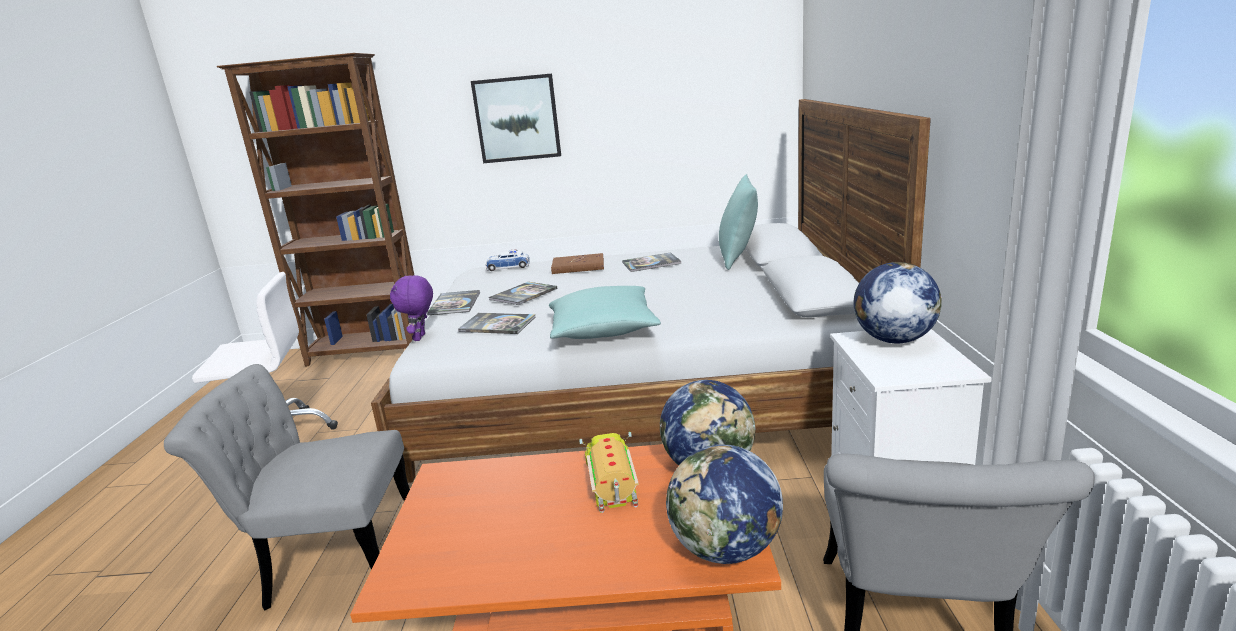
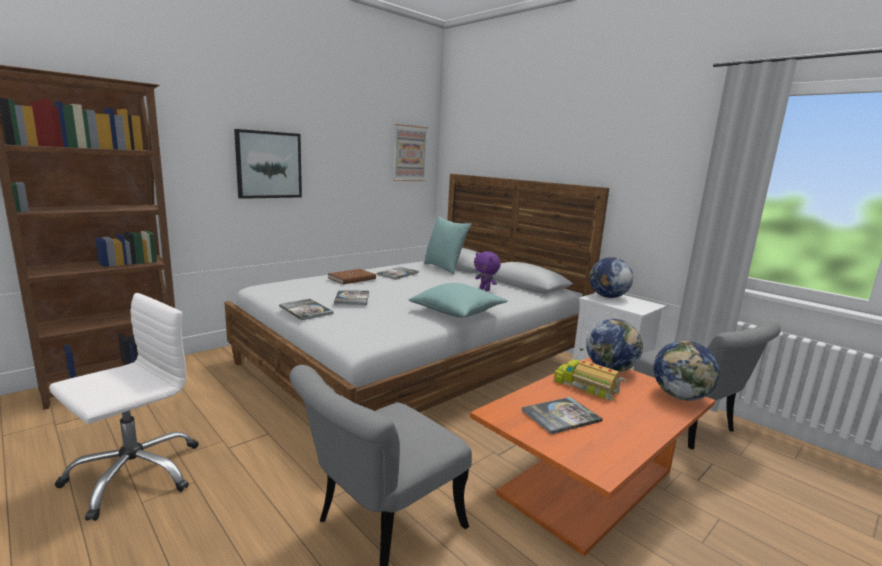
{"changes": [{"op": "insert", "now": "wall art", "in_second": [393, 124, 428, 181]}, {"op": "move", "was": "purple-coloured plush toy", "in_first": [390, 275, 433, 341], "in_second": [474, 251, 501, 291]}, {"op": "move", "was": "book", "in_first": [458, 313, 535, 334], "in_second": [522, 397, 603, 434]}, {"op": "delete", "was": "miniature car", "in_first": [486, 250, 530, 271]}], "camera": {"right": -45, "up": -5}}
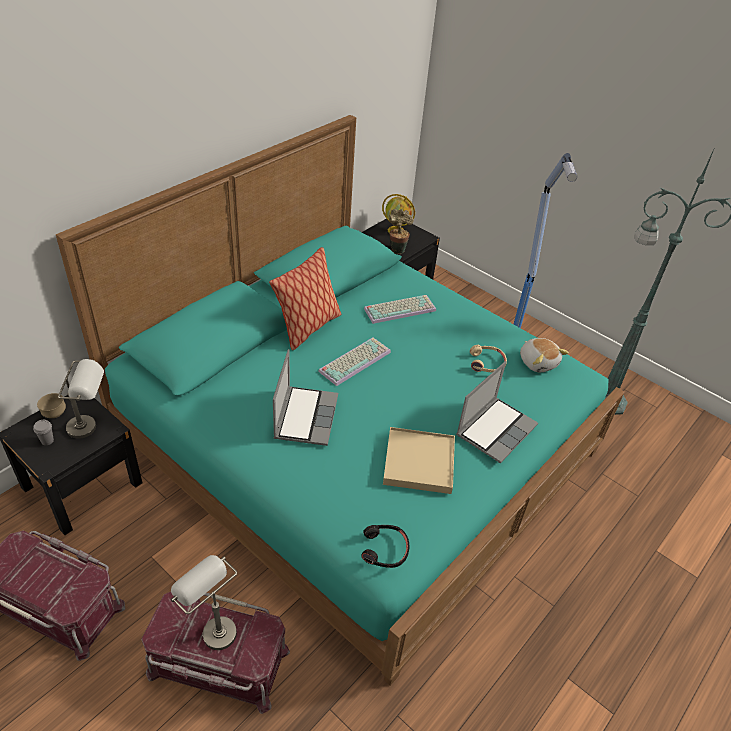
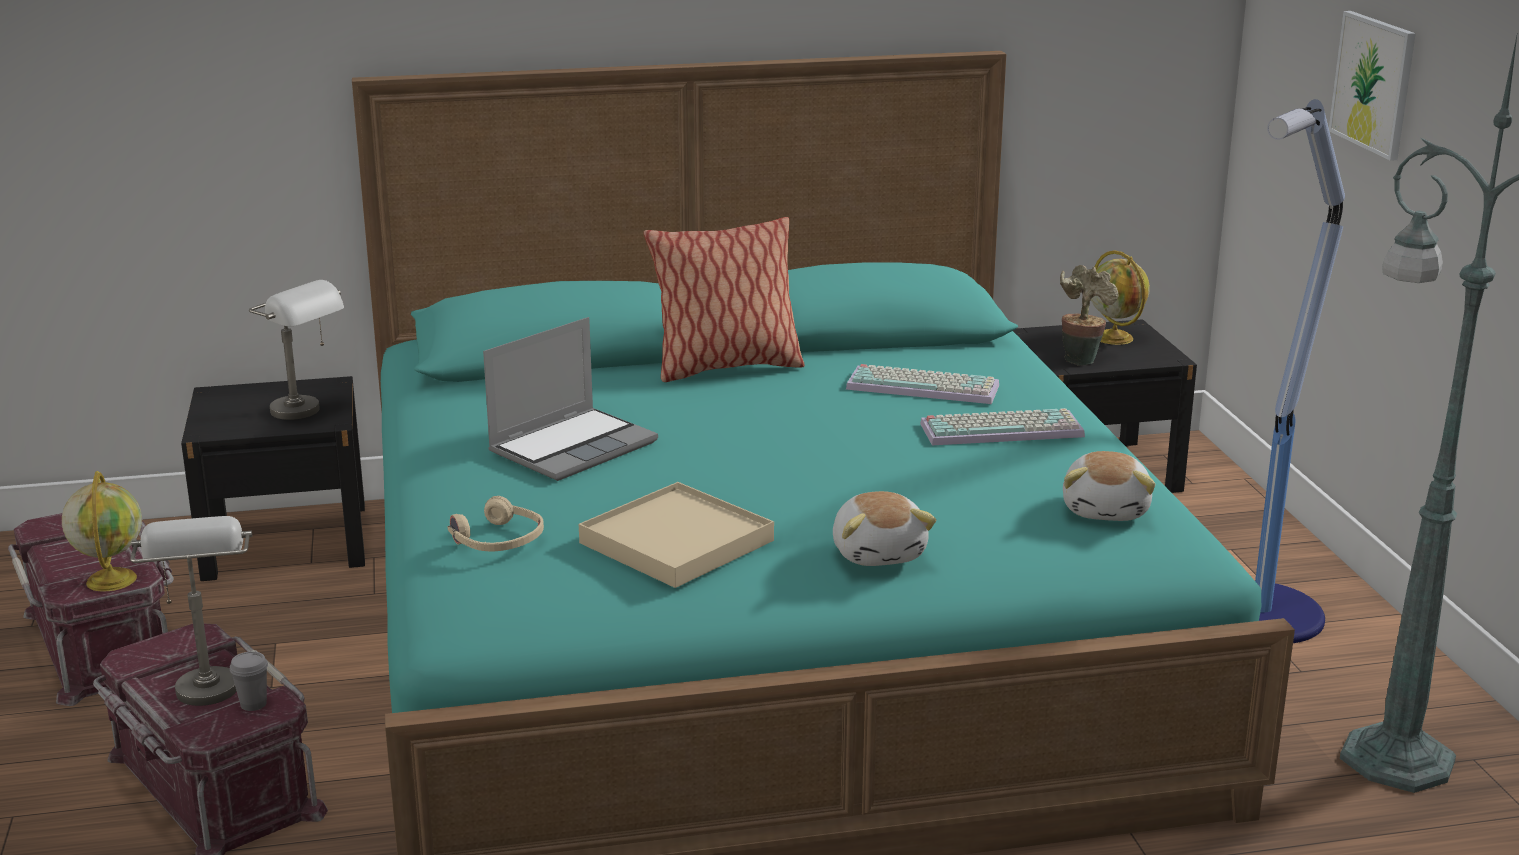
{"changes": [{"op": "insert", "now": "desk globe", "in_second": [62, 471, 142, 592]}, {"op": "move", "was": "grey drinking cup", "in_first": [33, 420, 54, 445], "in_second": [230, 651, 268, 711]}, {"op": "move", "was": "beige headset", "in_first": [470, 345, 507, 373], "in_second": [448, 496, 544, 551]}, {"op": "replace", "was": "notebook computer", "now": "plush toy", "in_first": [456, 361, 538, 463], "in_second": [833, 491, 936, 566]}, {"op": "move", "was": "computer keyboard", "in_first": [318, 338, 391, 386], "in_second": [920, 408, 1085, 445]}, {"op": "insert", "now": "wall art", "in_second": [1329, 11, 1416, 161]}, {"op": "delete", "was": "brown-coloured serving bowl", "in_first": [37, 393, 66, 418]}, {"op": "delete", "was": "black headset", "in_first": [361, 525, 410, 568]}], "camera": {"right": 40, "up": -20}}
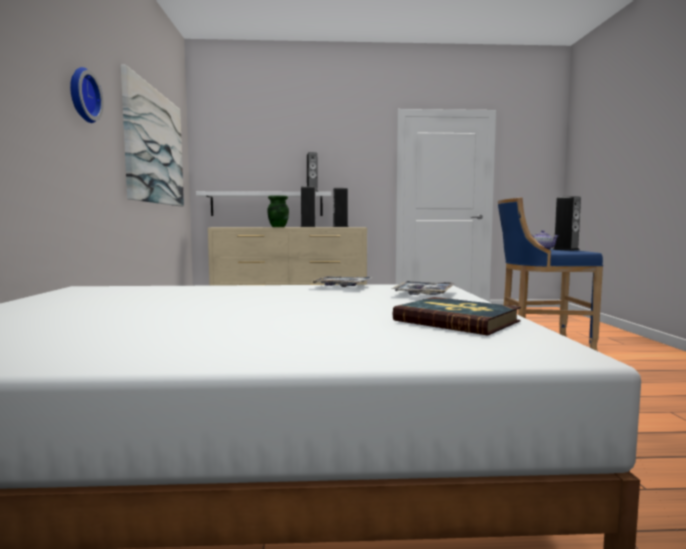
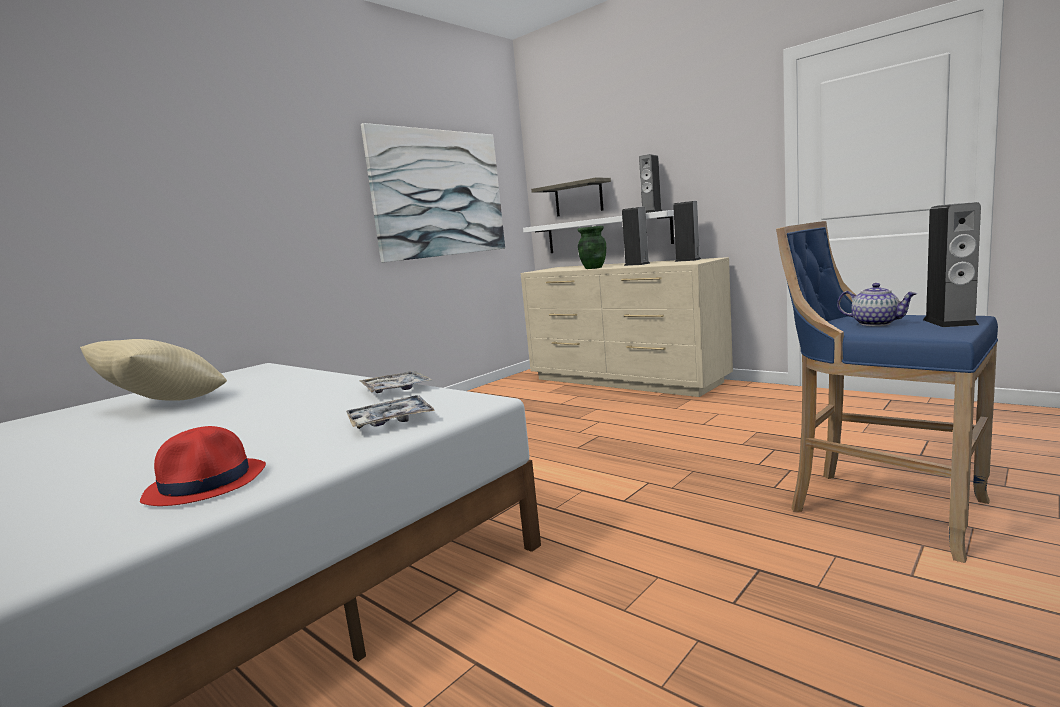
{"changes": [{"op": "insert", "now": "beige pillow", "in_second": [80, 339, 227, 401]}, {"op": "replace", "was": "book", "now": "reddish clothing hat", "in_first": [392, 297, 521, 336], "in_second": [140, 426, 266, 506]}, {"op": "insert", "now": "wall shelf", "in_second": [531, 178, 611, 216]}, {"op": "delete", "was": "hanging clock", "in_first": [70, 67, 104, 123]}], "camera": {"right": 45, "up": 5}}
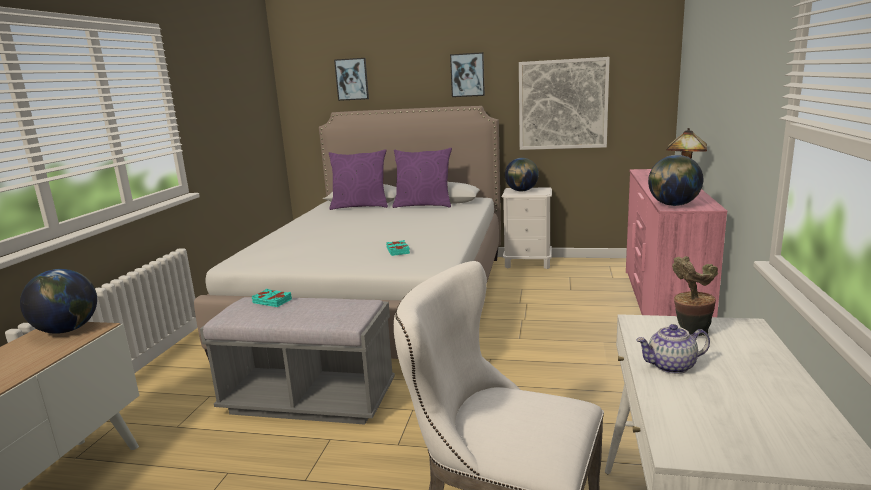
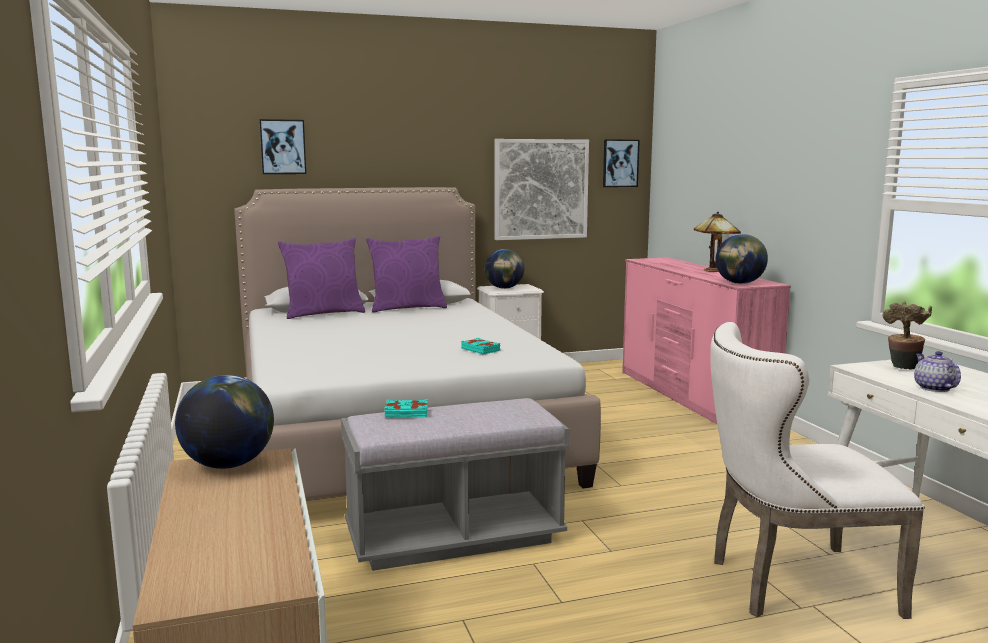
{"changes": [{"op": "move", "was": "wall art", "in_first": [450, 52, 485, 97], "in_second": [603, 139, 640, 187]}, {"op": "rotate", "was": "pot for tea", "in_first": [636, 324, 710, 374], "in_second": [914, 351, 961, 392], "clockwise": 120}], "camera": {"right": -30, "up": -5}}
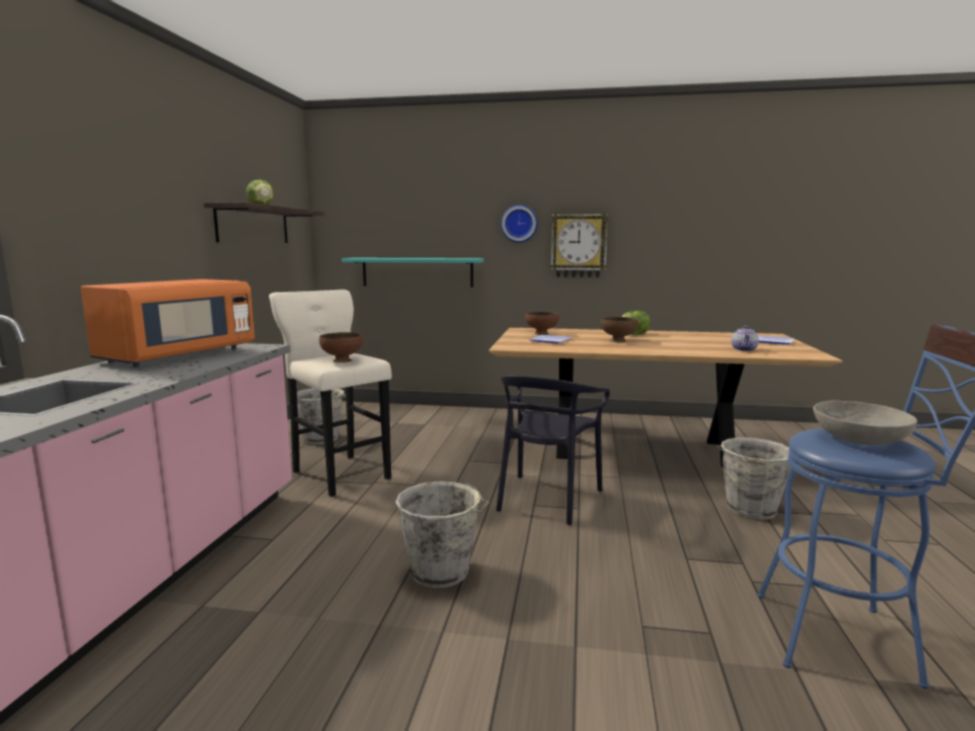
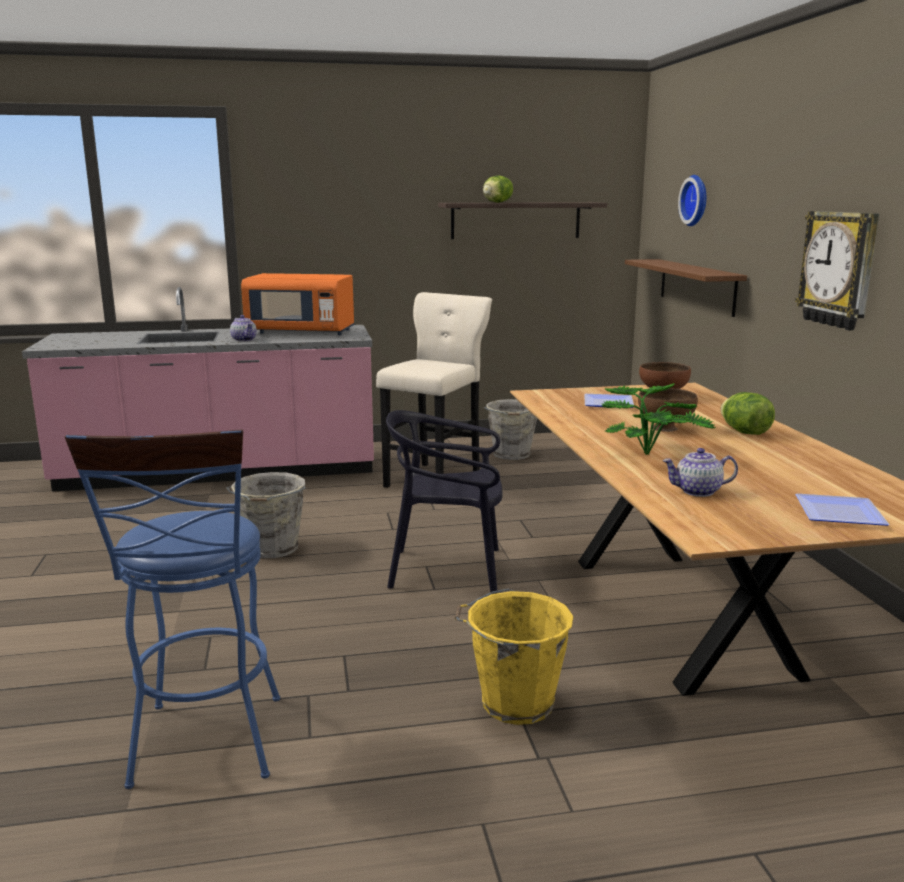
{"changes": [{"op": "insert", "now": "pot for tea", "in_second": [230, 315, 257, 341]}, {"op": "recolor", "was": "grey water bucket", "now": "yellow water bucket", "in_first": [717, 437, 791, 520], "in_second": [455, 589, 573, 725]}, {"op": "insert", "now": "plant in a pot", "in_second": [601, 383, 715, 455]}, {"op": "recolor", "was": "turquoise wall shelf", "now": "brown-coloured wall shelf", "in_first": [342, 258, 484, 287], "in_second": [625, 259, 747, 317]}, {"op": "move", "was": "hanging clock", "in_first": [501, 205, 538, 243], "in_second": [678, 175, 706, 226]}, {"op": "delete", "was": "brown-coloured serving bowl", "in_first": [319, 332, 363, 363]}, {"op": "delete", "was": "grey serving bowl", "in_first": [813, 400, 917, 445]}], "camera": {"right": 70, "up": 5}}
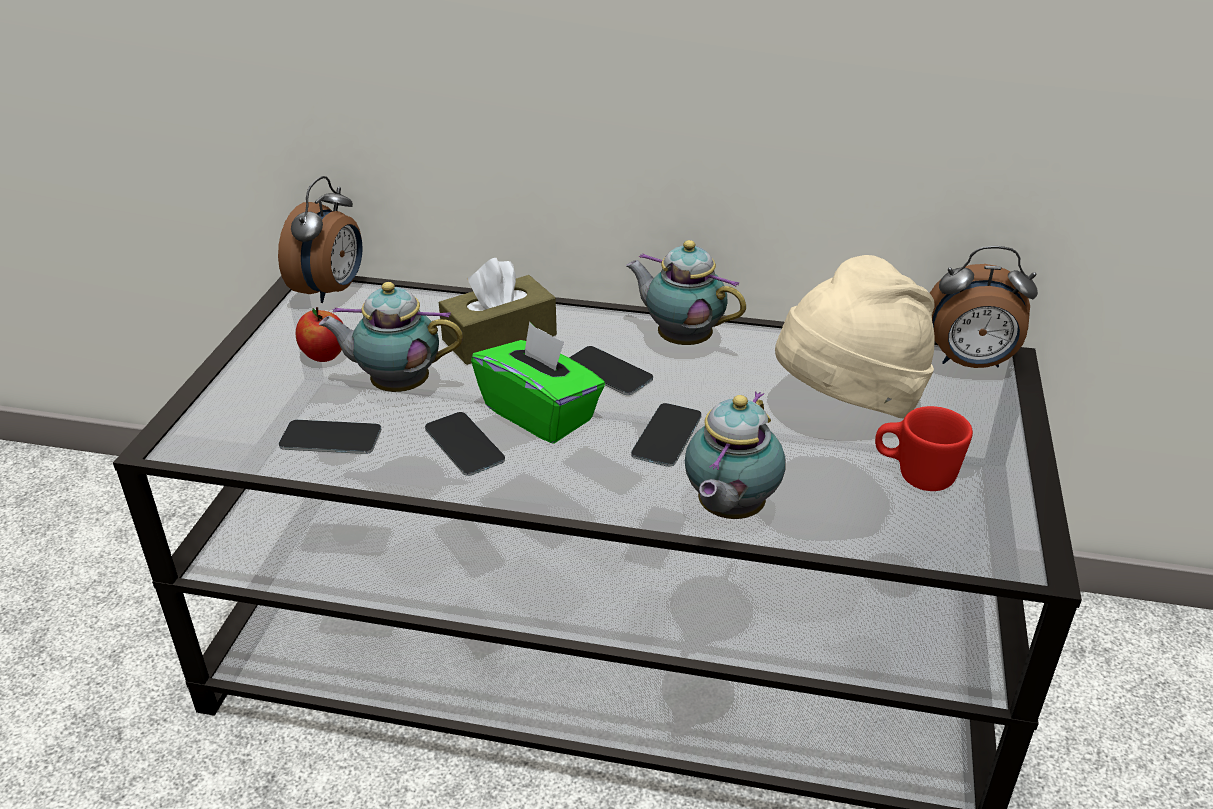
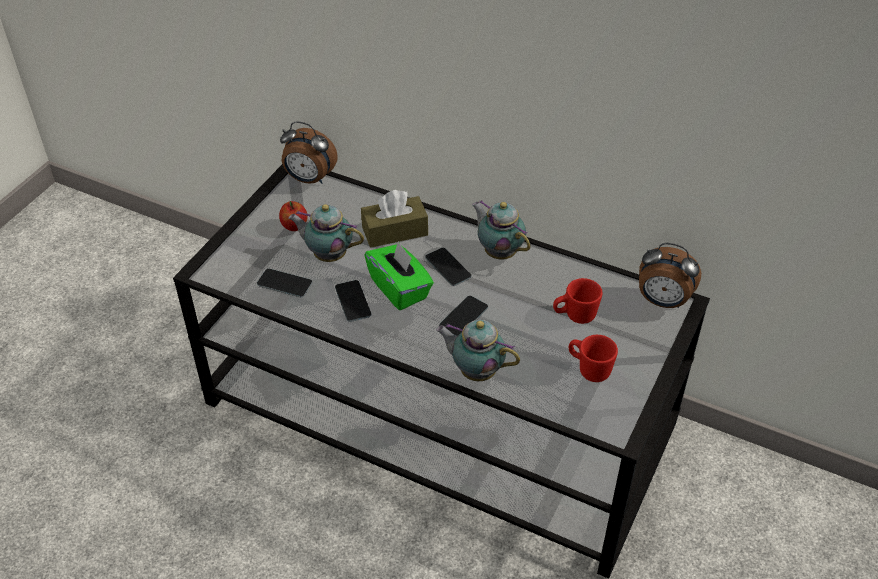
{"changes": [{"op": "rotate", "was": "alarm clock", "in_first": [278, 176, 363, 303], "in_second": [280, 121, 338, 184], "clockwise": 75}, {"op": "rotate", "was": "pot for tea", "in_first": [685, 391, 786, 519], "in_second": [436, 320, 520, 381], "clockwise": 75}, {"op": "replace", "was": "beige clothing hat", "now": "reddish tea mug", "in_first": [775, 255, 935, 418], "in_second": [553, 278, 602, 324]}], "camera": {"right": 15, "up": 10}}
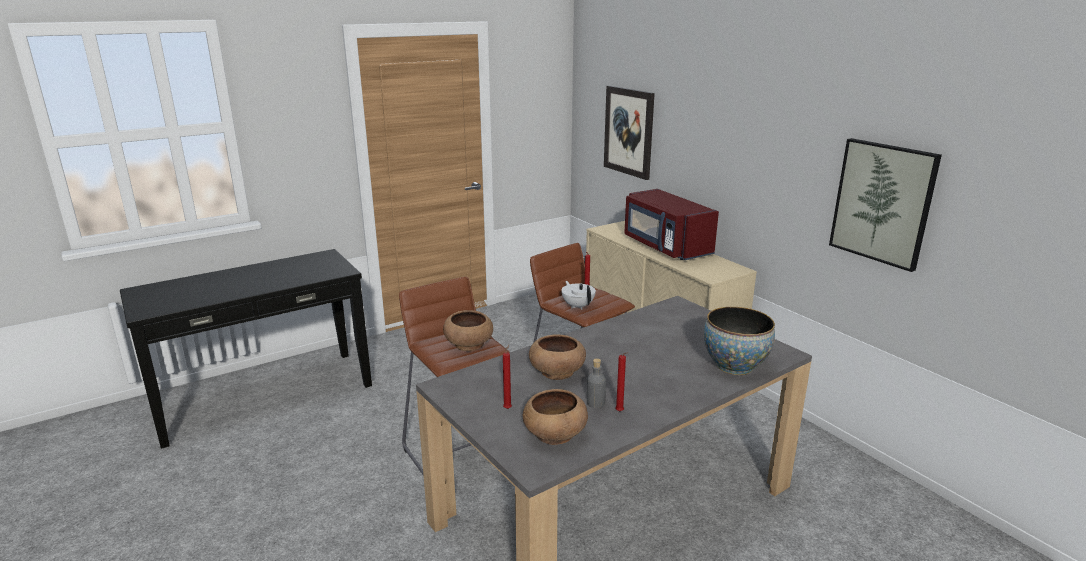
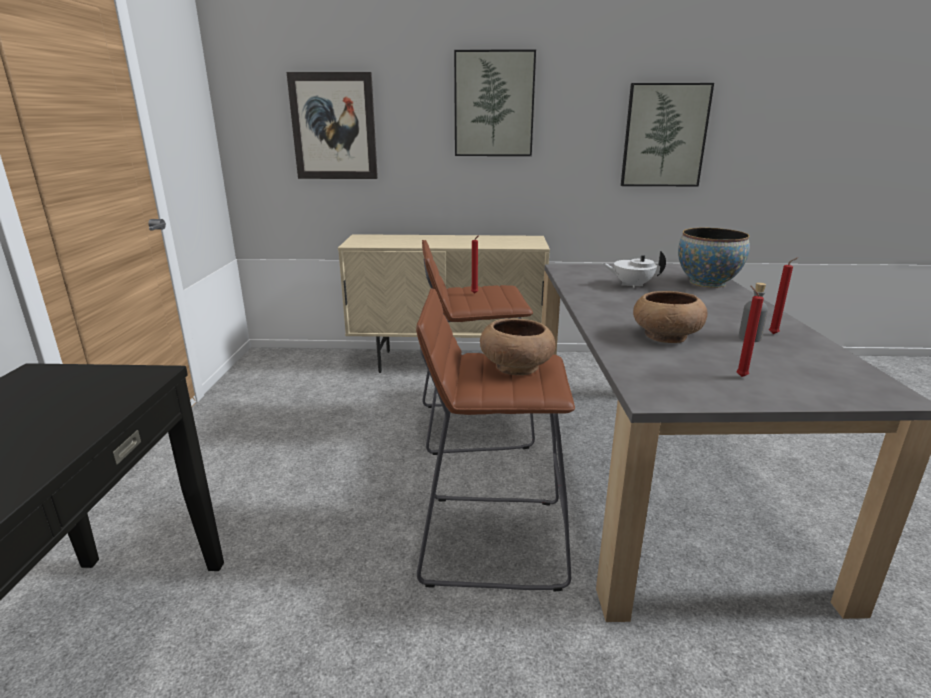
{"changes": [{"op": "insert", "now": "wall art", "in_second": [454, 49, 536, 156]}, {"op": "move", "was": "white pot for tea", "in_first": [561, 281, 596, 310], "in_second": [602, 251, 666, 288]}, {"op": "delete", "was": "brown-coloured serving bowl", "in_first": [523, 389, 588, 445]}, {"op": "delete", "was": "reddish kitchen microwave", "in_first": [624, 189, 719, 260]}], "camera": {"right": -55, "up": 0}}
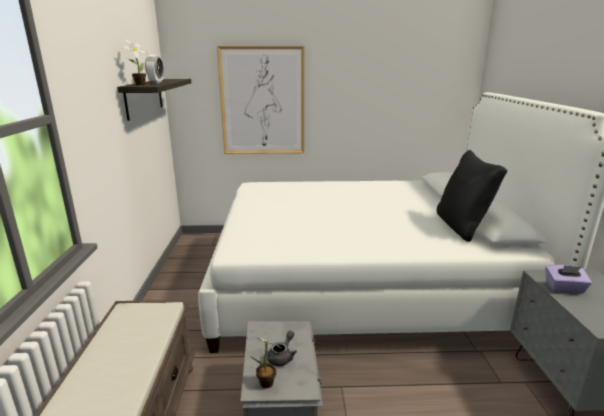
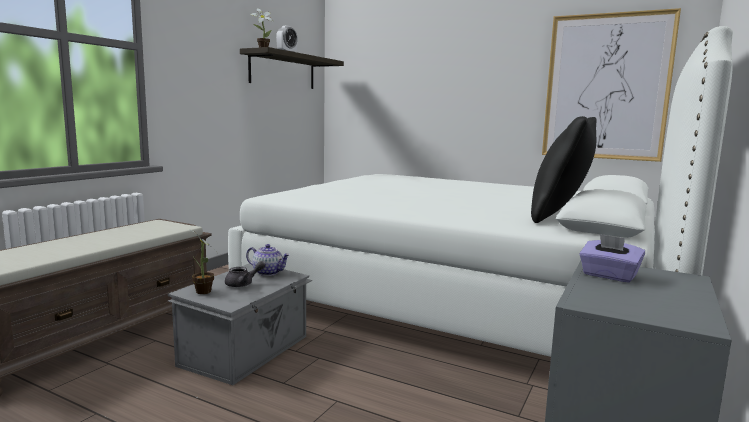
{"changes": [{"op": "insert", "now": "pot for tea", "in_second": [246, 244, 290, 276]}, {"op": "move", "was": "wall art", "in_first": [217, 46, 304, 154], "in_second": [542, 8, 681, 162]}], "camera": {"right": 30, "up": -10}}
